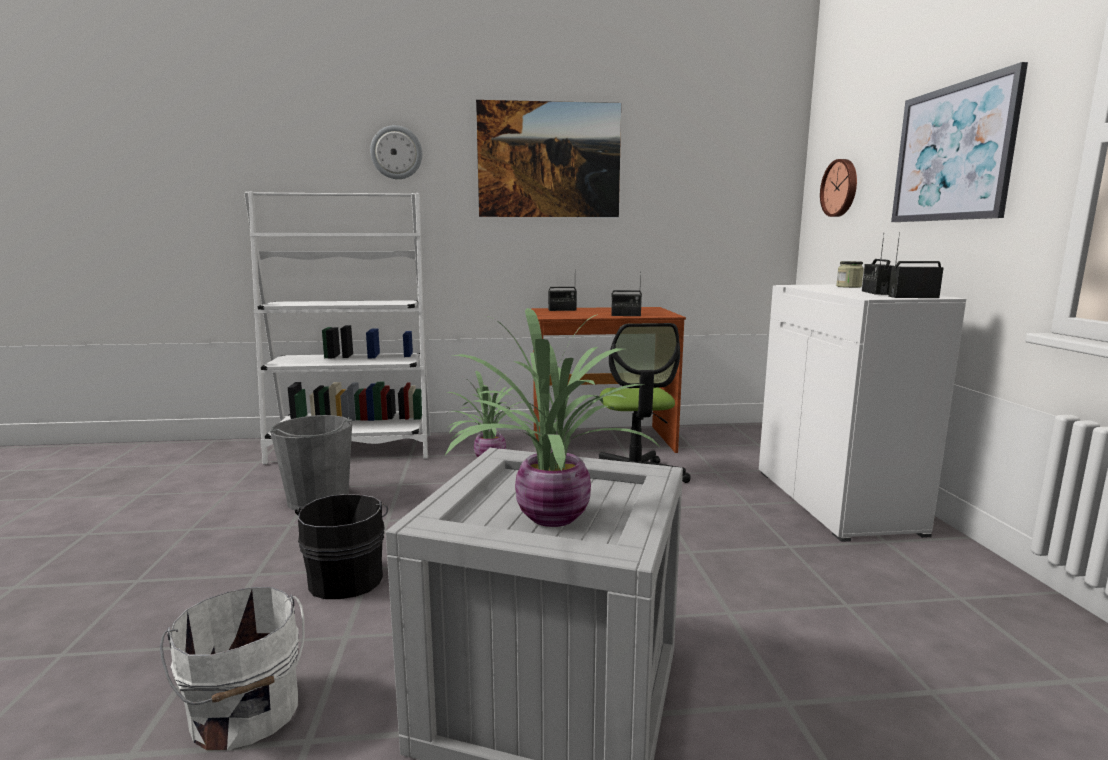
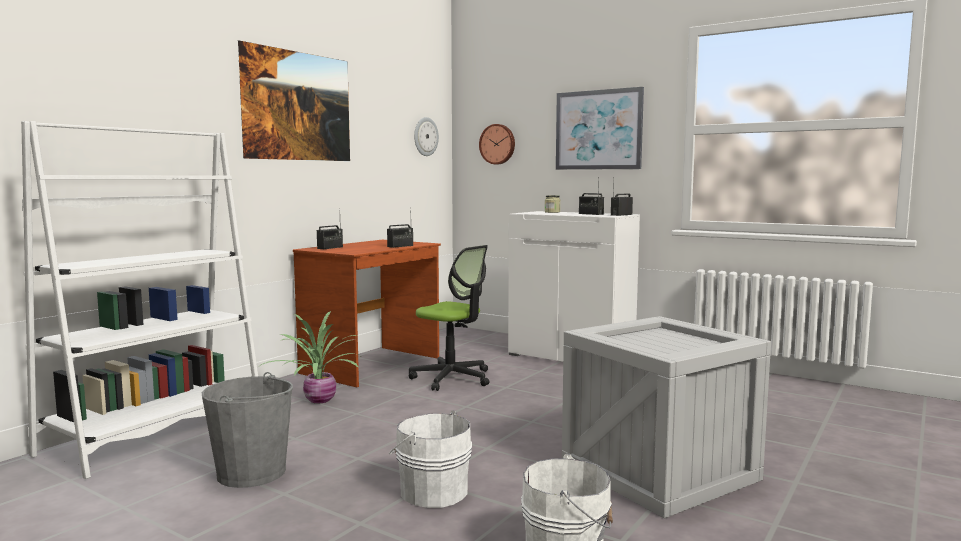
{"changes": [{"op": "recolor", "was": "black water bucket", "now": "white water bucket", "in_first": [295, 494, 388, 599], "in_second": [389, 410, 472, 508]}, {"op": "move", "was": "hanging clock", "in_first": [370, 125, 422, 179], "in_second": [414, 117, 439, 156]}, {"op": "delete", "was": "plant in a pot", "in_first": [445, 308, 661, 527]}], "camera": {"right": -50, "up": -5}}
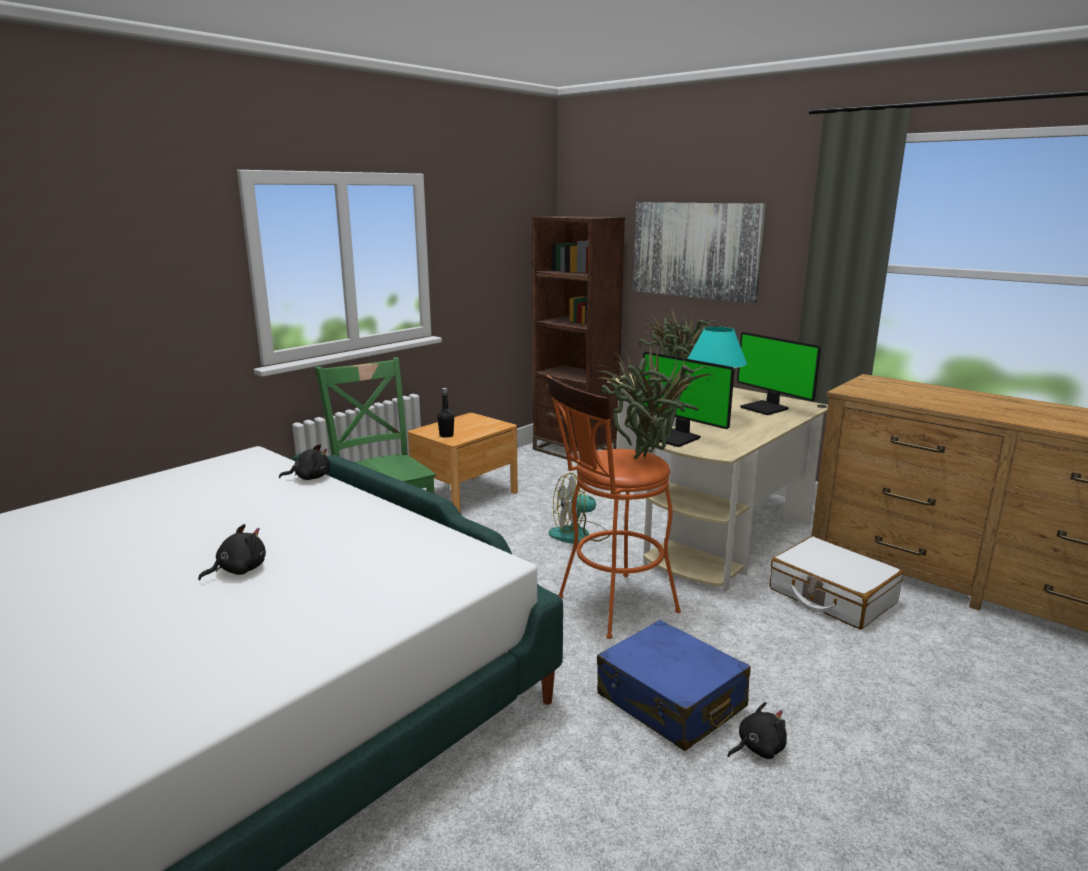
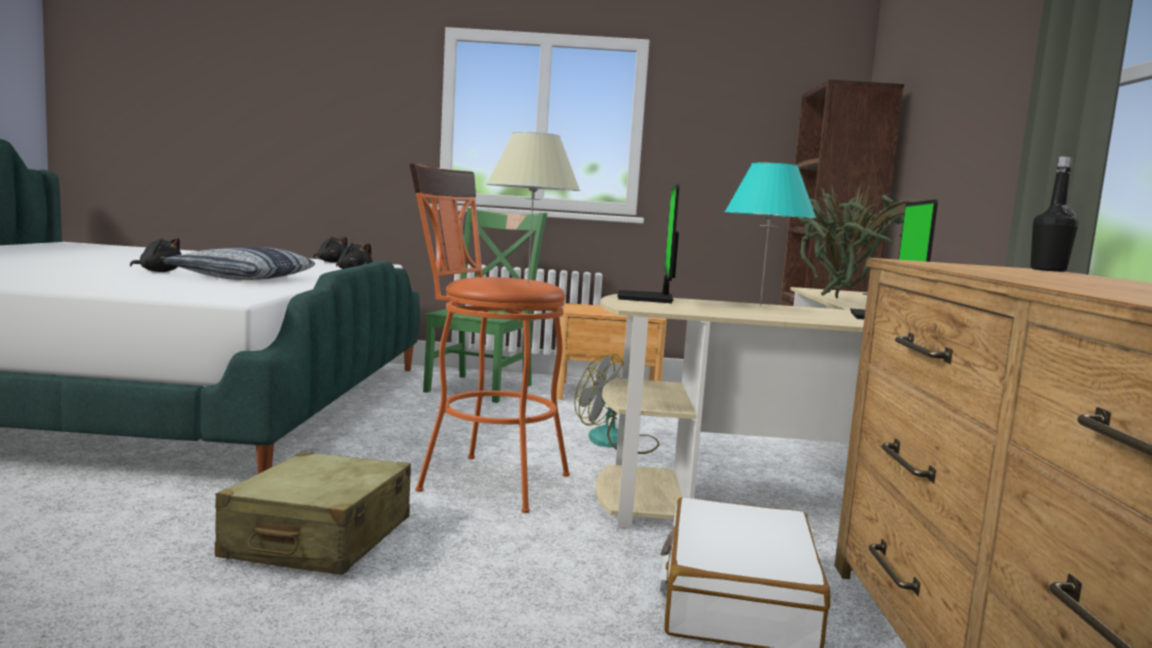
{"changes": [{"op": "insert", "now": "pillow", "in_second": [163, 247, 315, 280]}, {"op": "recolor", "was": "bluish travel case", "now": "beige travel case", "in_first": [597, 620, 751, 751], "in_second": [215, 451, 411, 575]}, {"op": "move", "was": "black plush toy", "in_first": [728, 702, 787, 759], "in_second": [313, 236, 348, 263]}, {"op": "replace", "was": "plant in a pot", "now": "beige lamp for a table", "in_first": [596, 345, 716, 459], "in_second": [487, 132, 580, 284]}, {"op": "move", "was": "black drink bottle", "in_first": [437, 388, 454, 438], "in_second": [1030, 157, 1078, 272]}, {"op": "delete", "was": "wall art", "in_first": [633, 202, 766, 304]}], "camera": {"right": 50, "up": -10}}
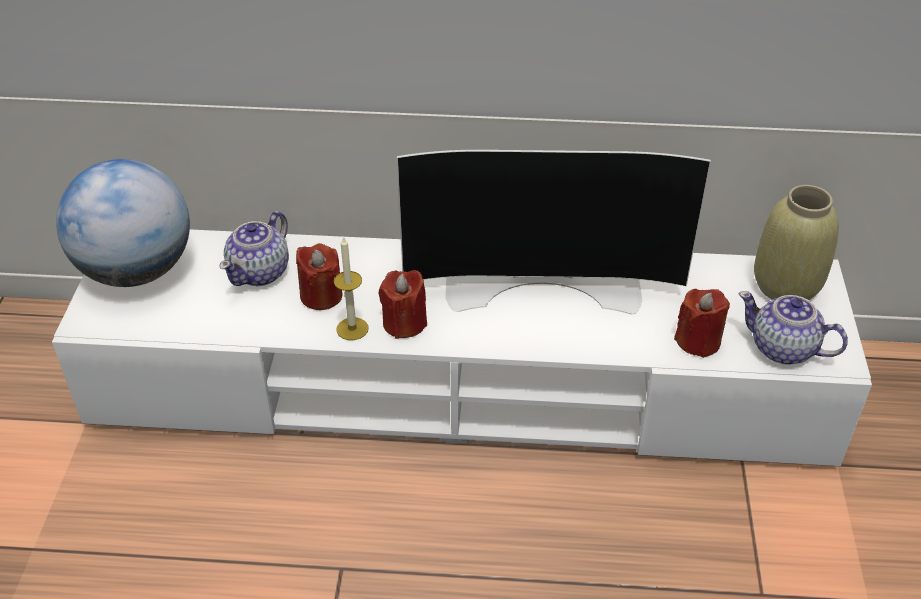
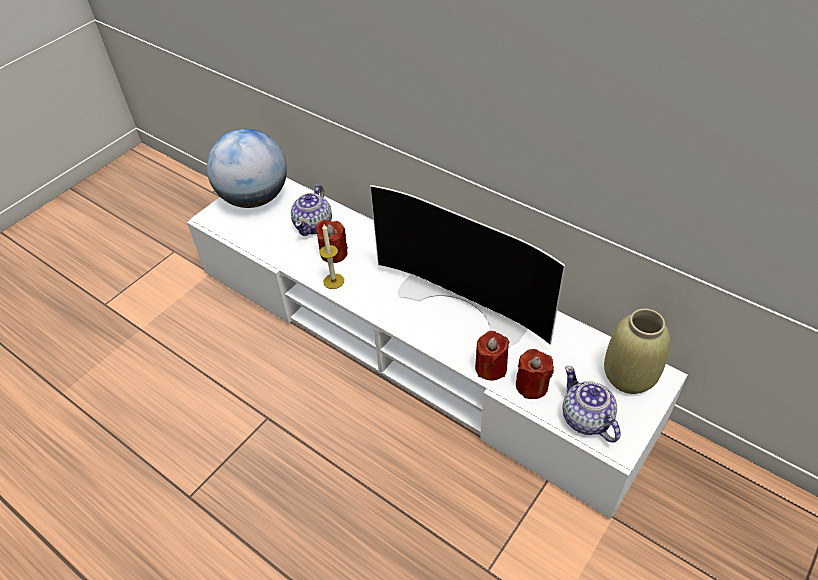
{"changes": [{"op": "rotate", "was": "pot for tea", "in_first": [219, 211, 289, 286], "in_second": [291, 185, 332, 236], "clockwise": -45}, {"op": "move", "was": "reddish wax candle", "in_first": [379, 270, 427, 339], "in_second": [475, 331, 509, 381]}], "camera": {"right": 35, "up": 5}}
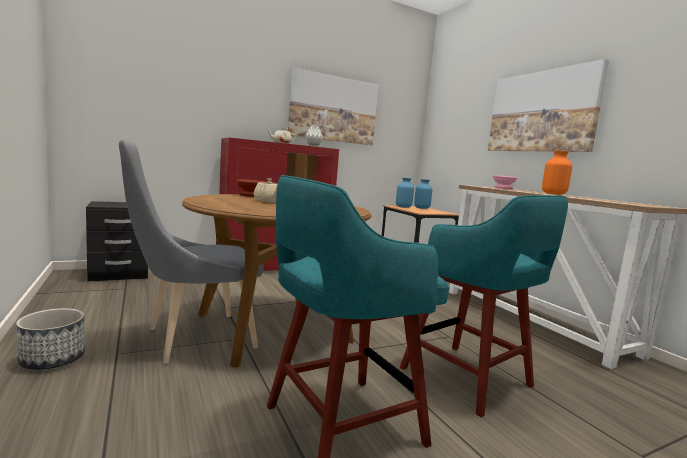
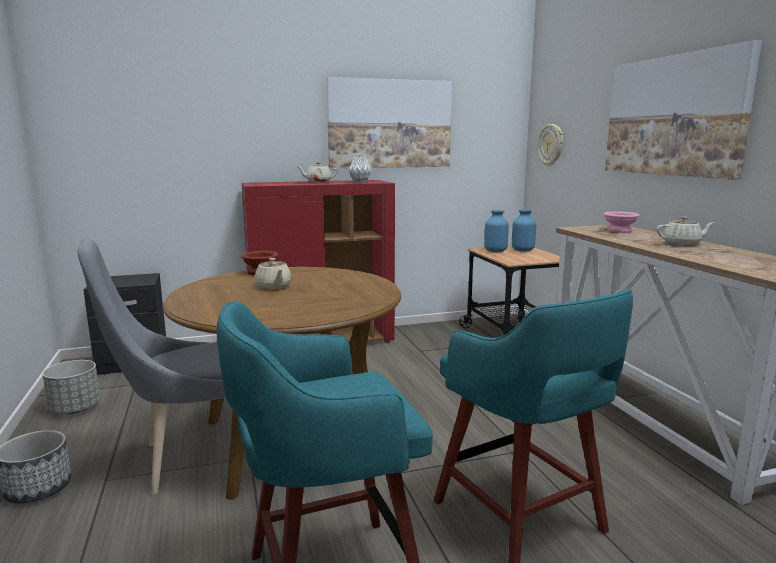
{"changes": [{"op": "insert", "now": "grey flower pot", "in_second": [42, 360, 100, 414]}, {"op": "insert", "now": "hanging clock", "in_second": [538, 124, 563, 166]}, {"op": "replace", "was": "orangey decorative vase", "now": "beige pot for tea", "in_first": [542, 151, 572, 195], "in_second": [656, 217, 714, 246]}], "camera": {"right": 10, "up": 5}}
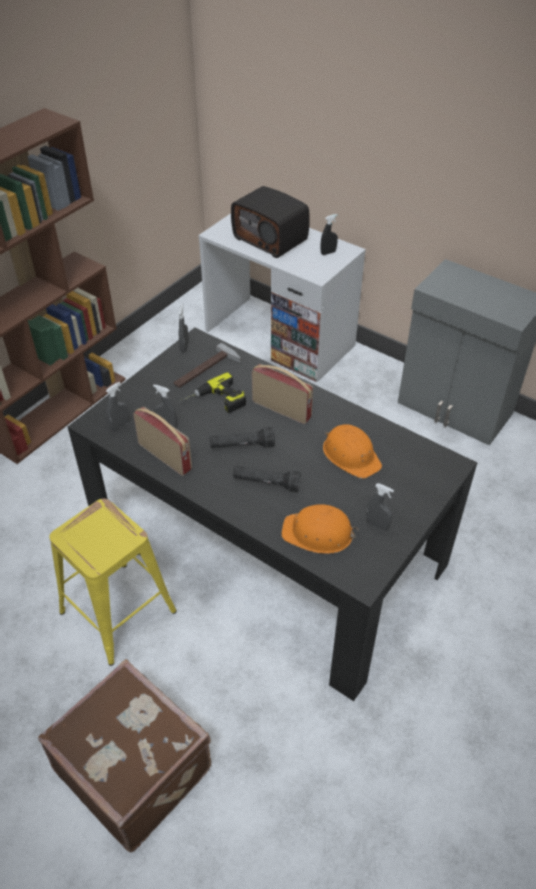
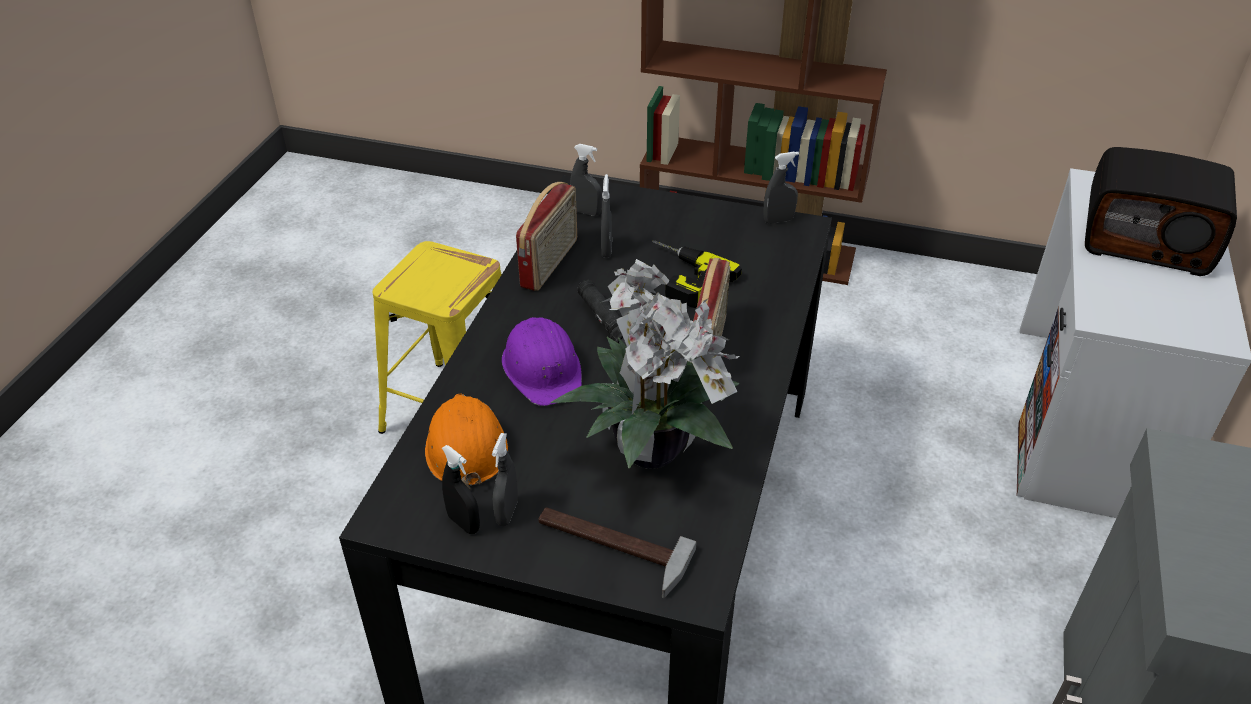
{"changes": [{"op": "move", "was": "black sprayer", "in_first": [321, 214, 338, 255], "in_second": [442, 445, 480, 534]}, {"op": "replace", "was": "black torch", "now": "purple-coloured work helmet", "in_first": [233, 466, 301, 492], "in_second": [502, 317, 582, 406]}, {"op": "move", "was": "tool hammer", "in_first": [174, 343, 241, 388], "in_second": [538, 508, 697, 598]}, {"op": "replace", "was": "orangey work helmet", "now": "plant in a pot", "in_first": [323, 424, 382, 478], "in_second": [550, 259, 739, 469]}, {"op": "rotate", "was": "radio receiver", "in_first": [231, 186, 310, 258], "in_second": [1085, 147, 1237, 276], "clockwise": -90}, {"op": "delete", "was": "brown-coloured travel case", "in_first": [38, 659, 211, 853]}], "camera": {"right": 70, "up": -5}}
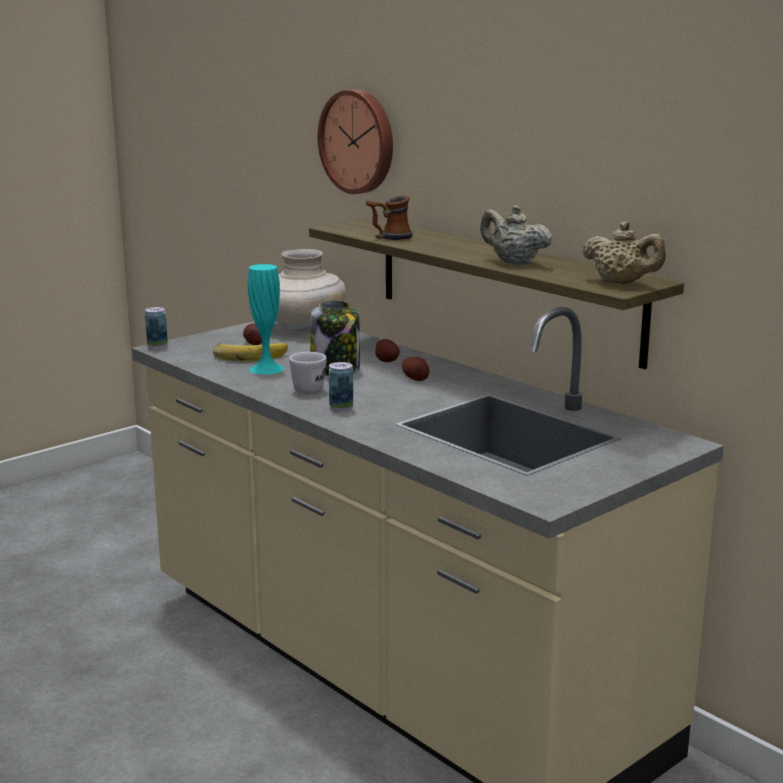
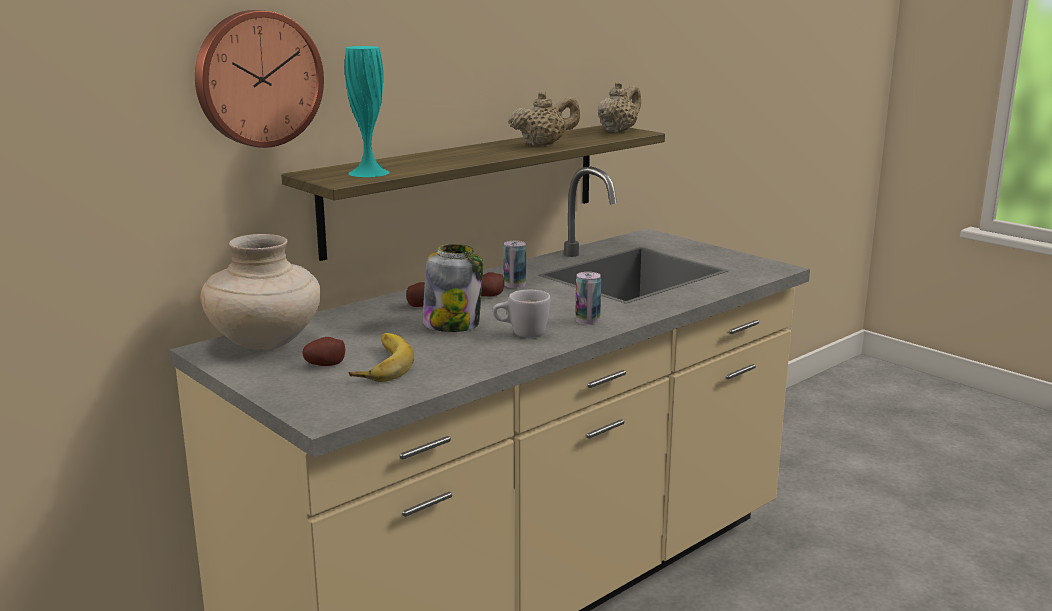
{"changes": [{"op": "move", "was": "turquoise decorative vase", "in_first": [248, 264, 284, 374], "in_second": [345, 46, 390, 177]}, {"op": "move", "was": "can", "in_first": [145, 307, 168, 350], "in_second": [503, 241, 526, 288]}, {"op": "rotate", "was": "beige pot for tea", "in_first": [480, 205, 552, 265], "in_second": [509, 91, 580, 146], "clockwise": -150}, {"op": "delete", "was": "tea mug", "in_first": [366, 196, 412, 240]}], "camera": {"right": -90, "up": 0}}
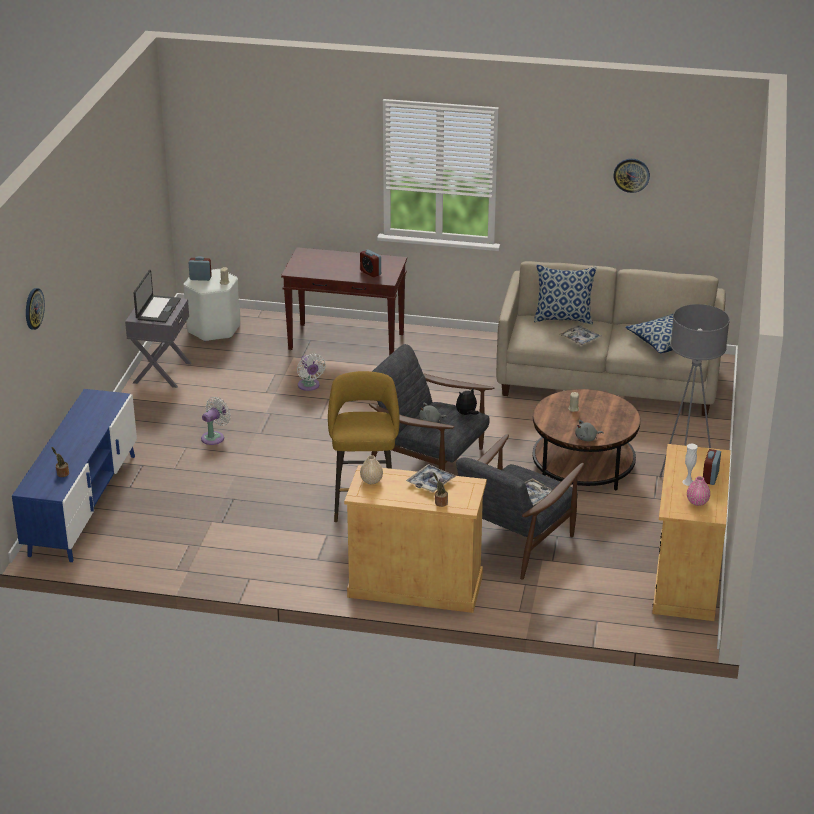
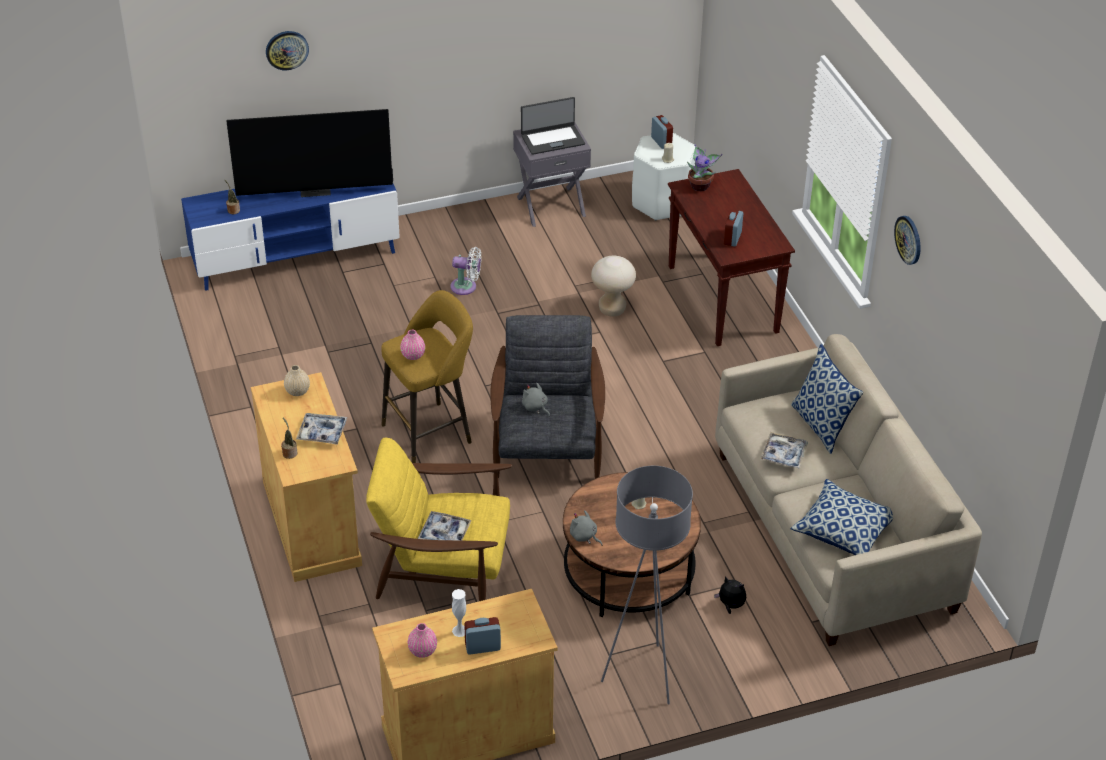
{"changes": [{"op": "insert", "now": "TV set", "in_second": [226, 109, 393, 197]}, {"op": "recolor", "was": "grey easy chair", "now": "yellow easy chair", "in_first": [456, 434, 584, 580], "in_second": [366, 438, 512, 601]}, {"op": "insert", "now": "pink-coloured decorative vase", "in_second": [400, 330, 425, 360]}, {"op": "replace", "was": "white fan", "now": "beige sitting stool", "in_first": [297, 354, 326, 391], "in_second": [591, 256, 636, 316]}, {"op": "insert", "now": "plant in a pot", "in_second": [687, 144, 722, 191]}, {"op": "move", "was": "plush toy", "in_first": [456, 389, 479, 415], "in_second": [714, 576, 746, 614]}, {"op": "move", "was": "hanging clock", "in_first": [614, 159, 650, 193], "in_second": [894, 216, 921, 265]}], "camera": {"right": 60, "up": 10}}
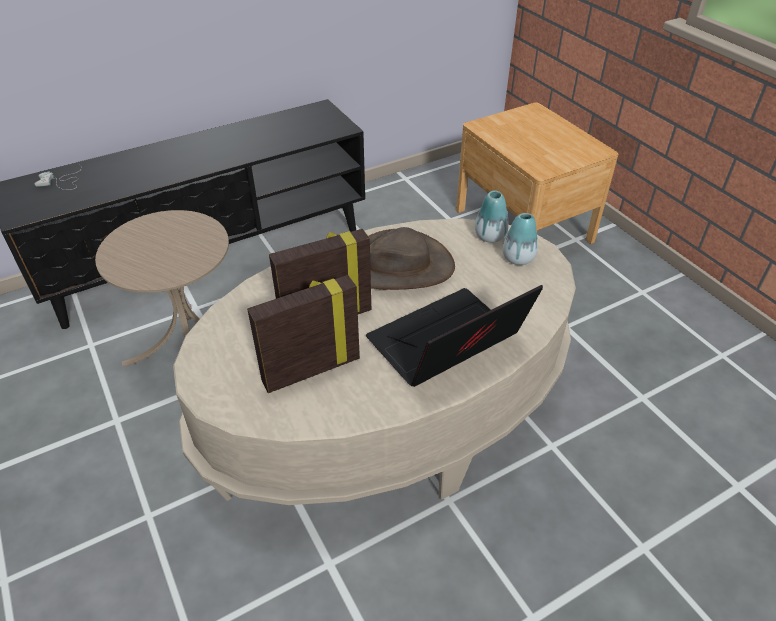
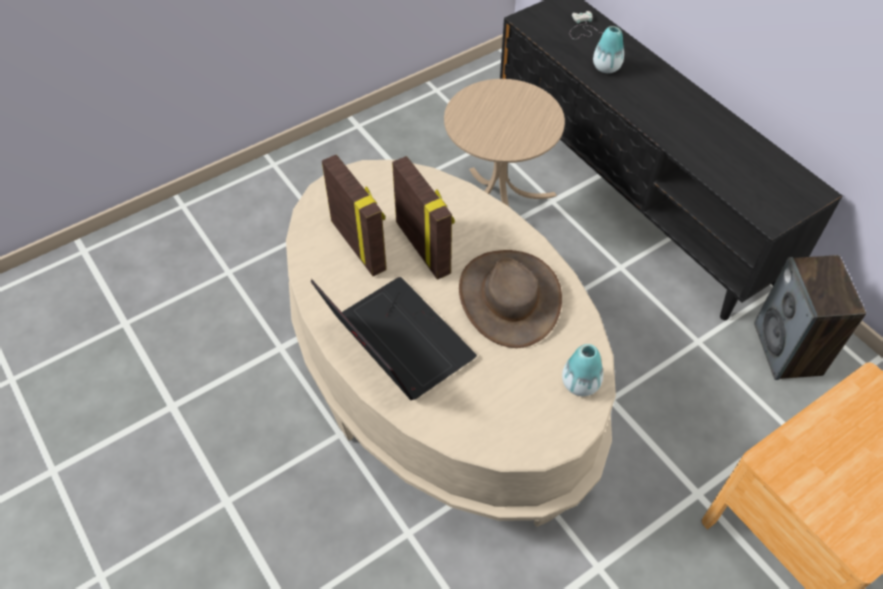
{"changes": [{"op": "move", "was": "decorative vase", "in_first": [503, 213, 538, 265], "in_second": [593, 26, 624, 73]}, {"op": "insert", "now": "loudspeaker", "in_second": [754, 255, 866, 380]}], "camera": {"right": 85, "up": 10}}
